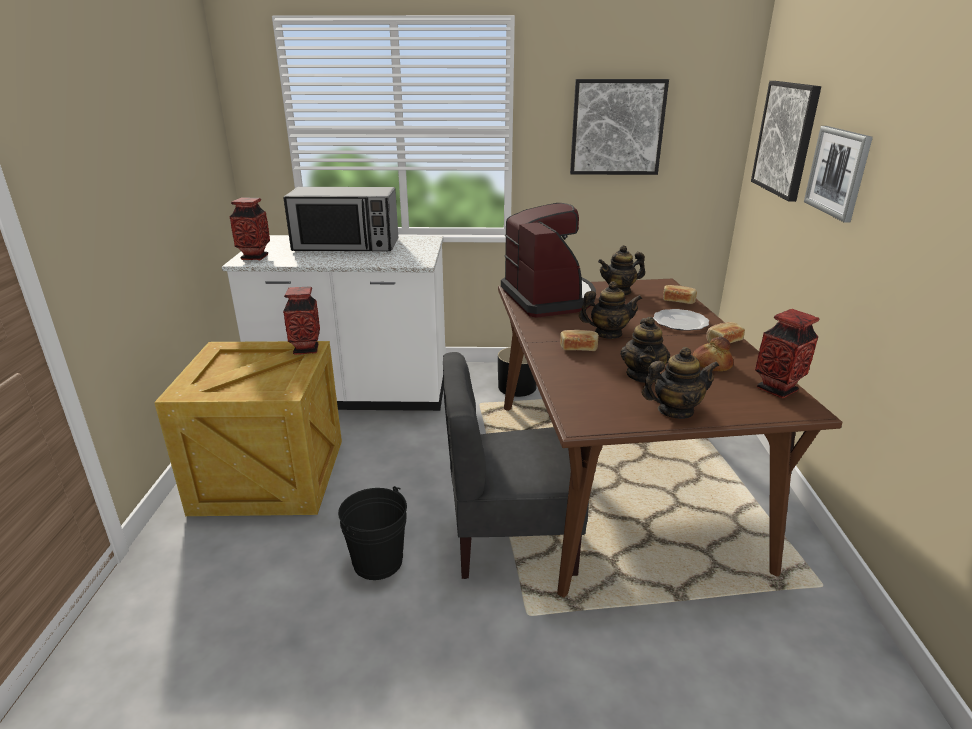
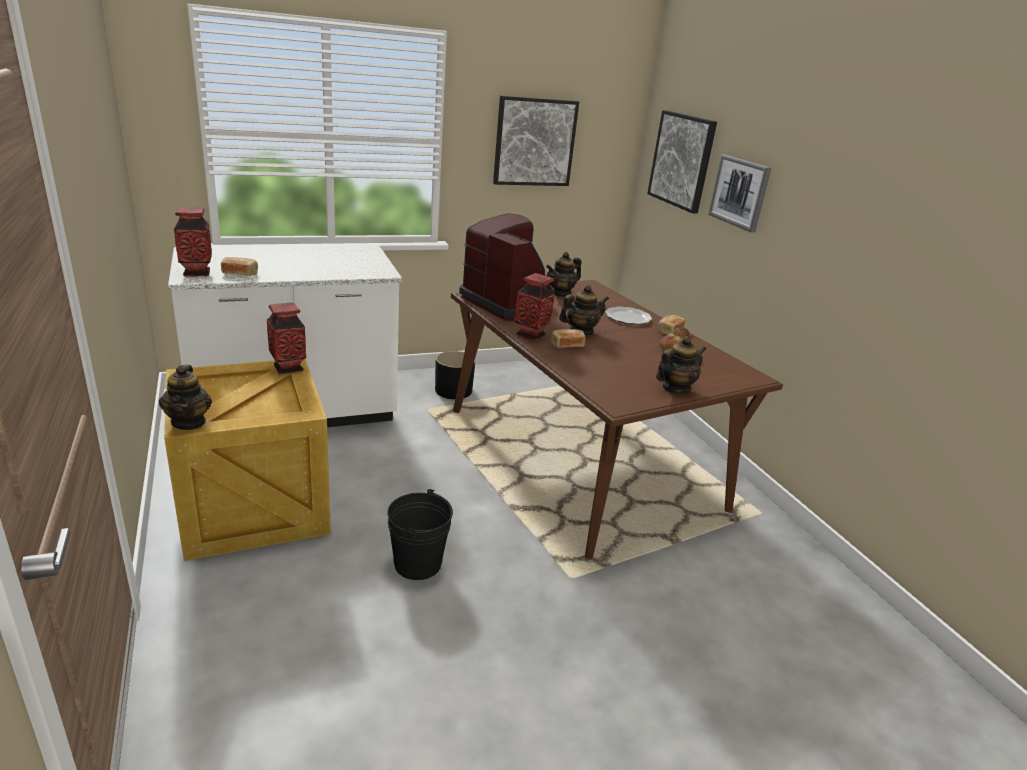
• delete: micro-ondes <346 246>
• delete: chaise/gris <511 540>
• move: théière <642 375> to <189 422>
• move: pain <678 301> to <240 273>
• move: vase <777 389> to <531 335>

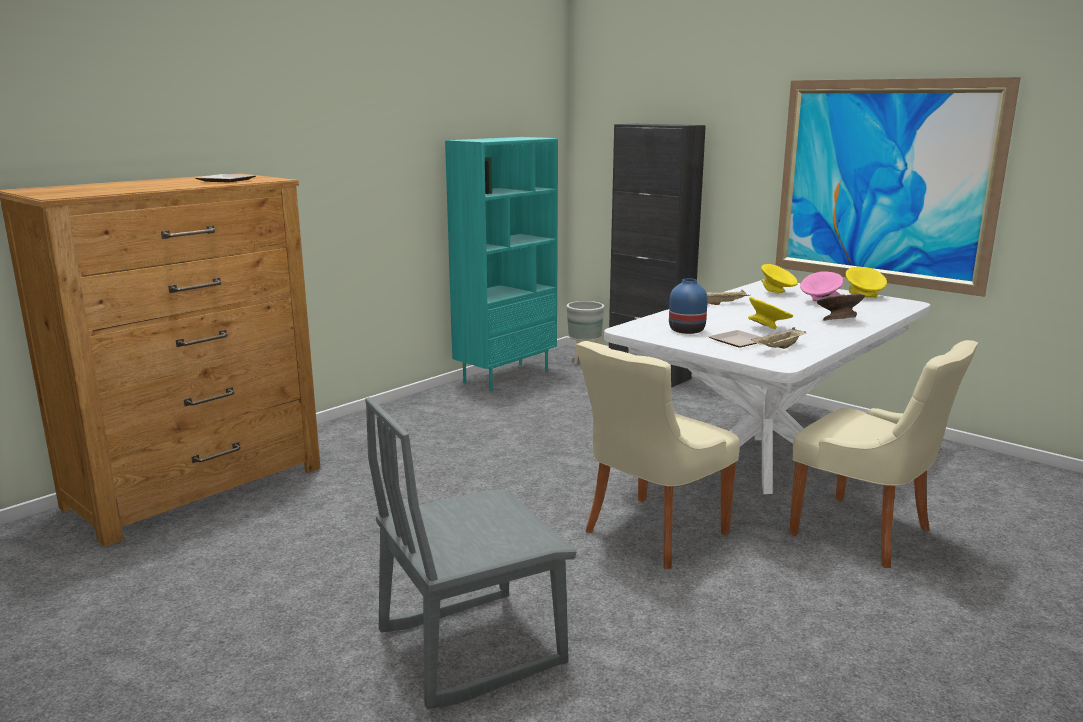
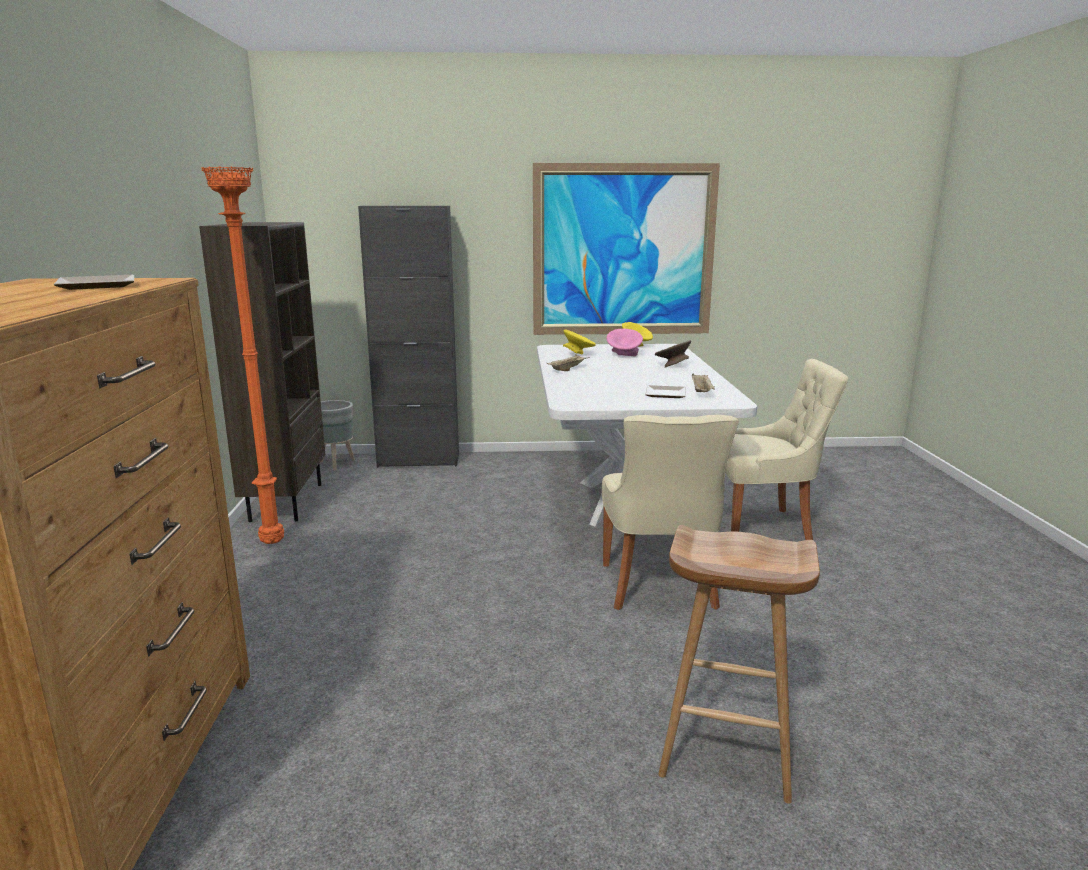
• replace: chaise/gris <470 647> to tabouret/marron <724 754>
• recolor: bibliothèque/turquoise <506 376> to bibliothèque/marron <285 502>
• delete: vase/bleu <685 330>
• delete: bol/jaune <768 328>
• insert: lampadaire/orange <271 543>

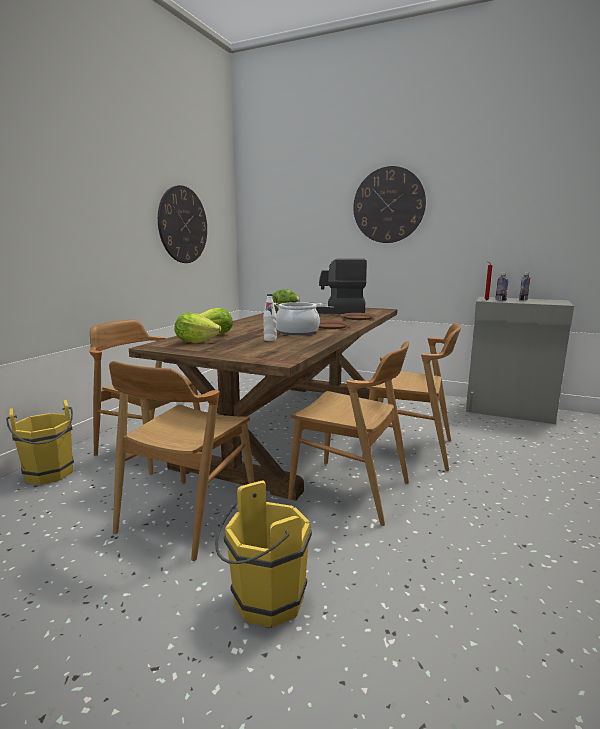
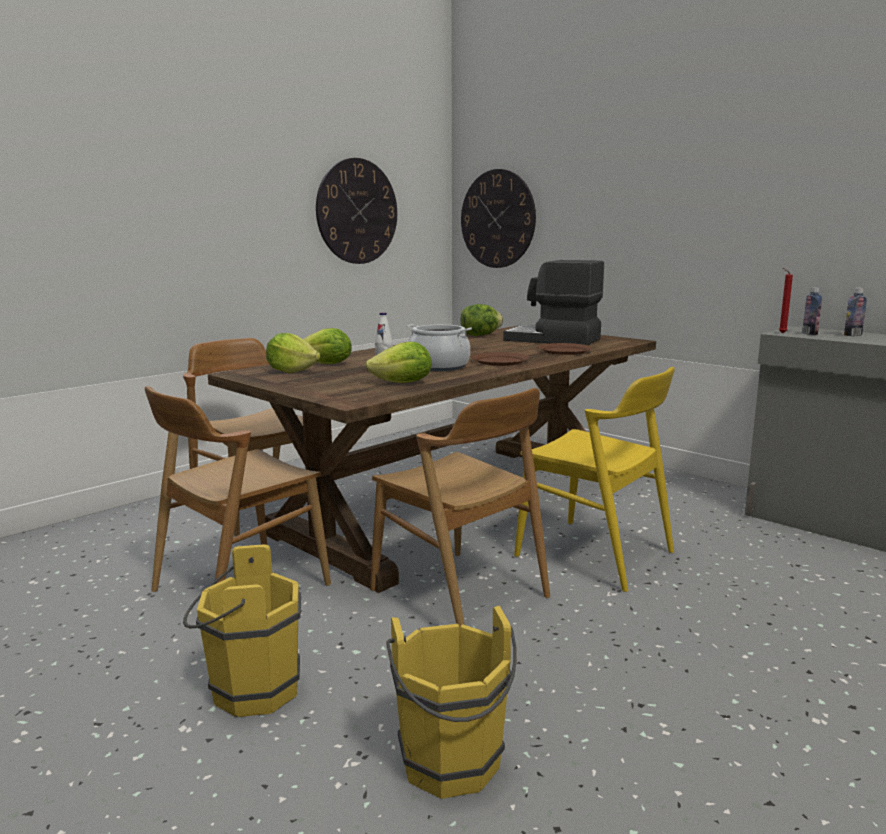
• move: seau/jaune <49 475> to <452 768>
• move: horloge murale <388 205> to <497 219>
• recolor: chaise/marron <408 449> to chaise/jaune <595 554>
• insert: laitue <403 383>

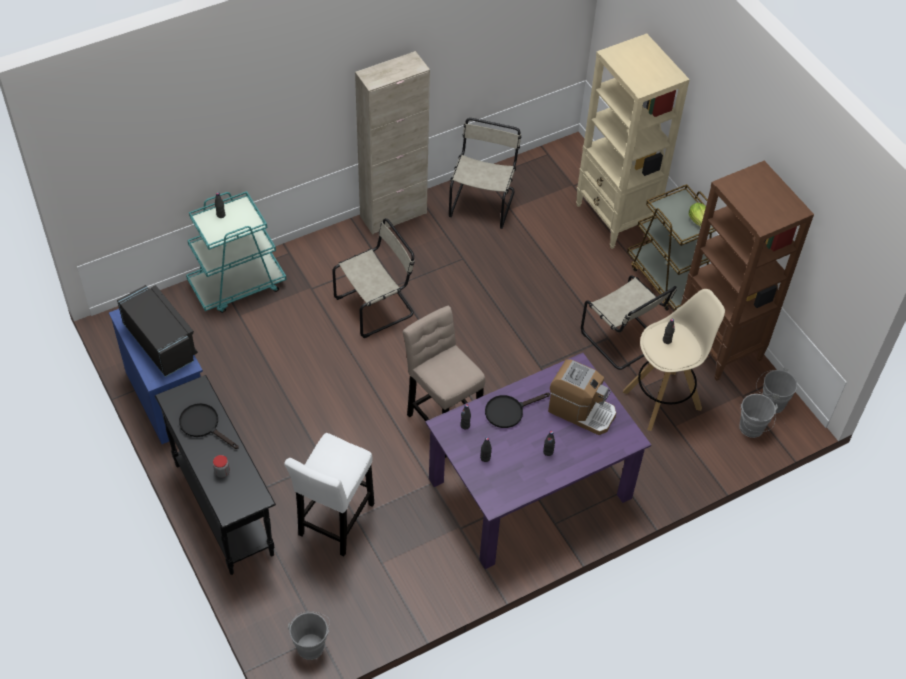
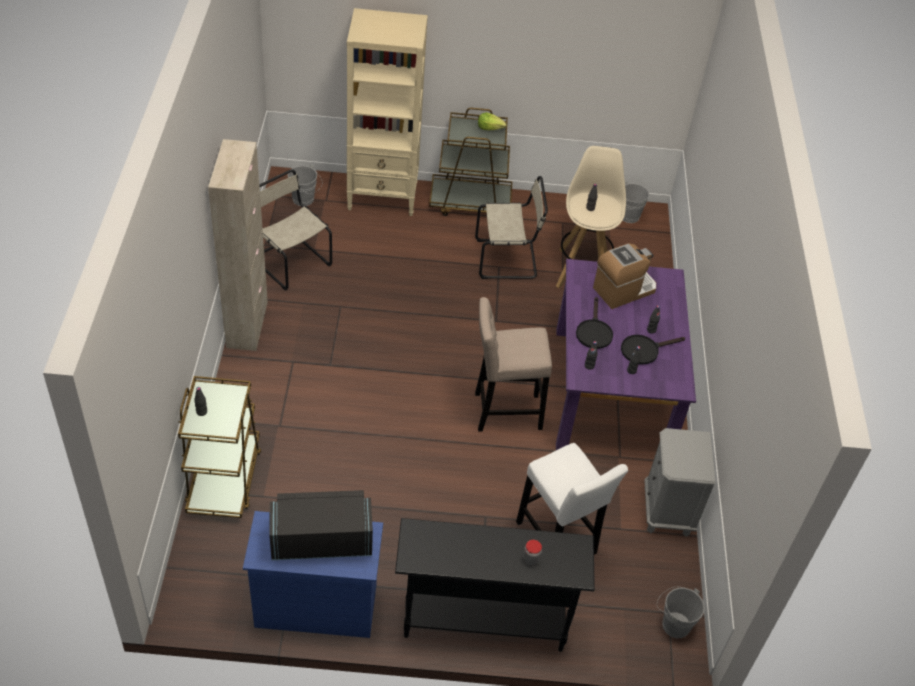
• move: poêle/noir <204 425> to <644 350>
• recolor: chariot/turquoise <238 285> to chariot/marron <224 479>
• delete: chaise/beige <377 306>
• delete: bibliothèque/marron <718 346>
• move: seau/gris <751 430> to <305 200>
• insert: table de chevet/gris <667 511>

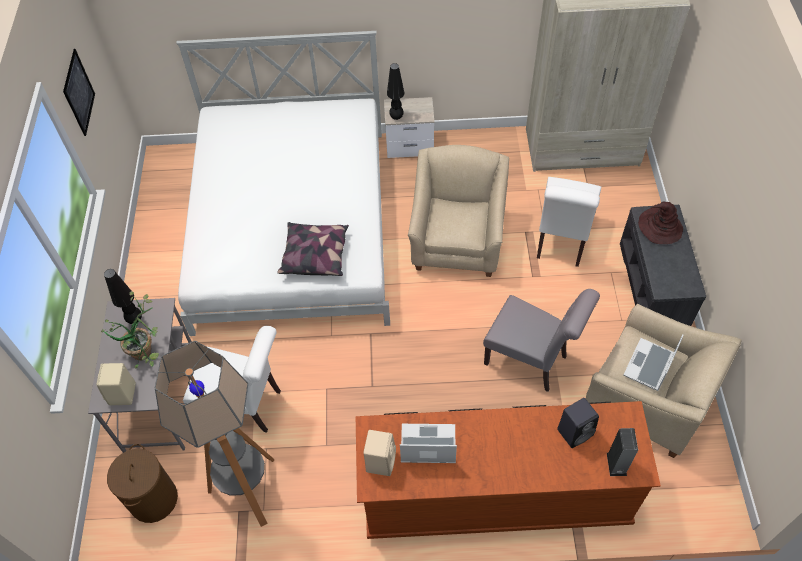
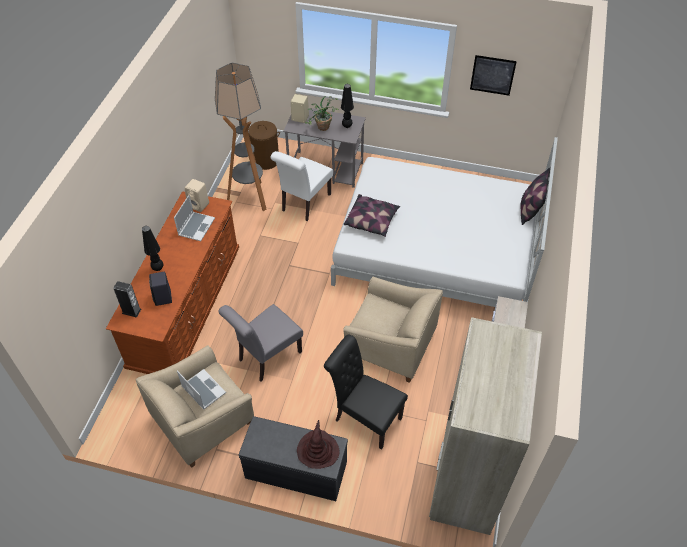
• move: lampe de table/noir <396 117> to <158 268>
• recolor: chaise/blanc <561 241> to chaise/noir <364 417>
• insert: coussin <530 210>

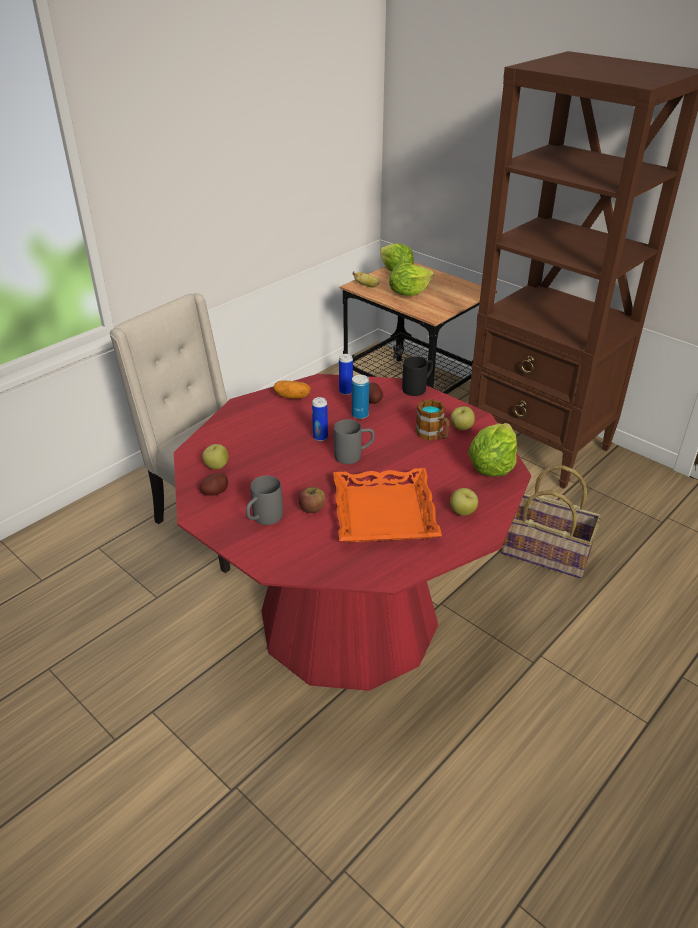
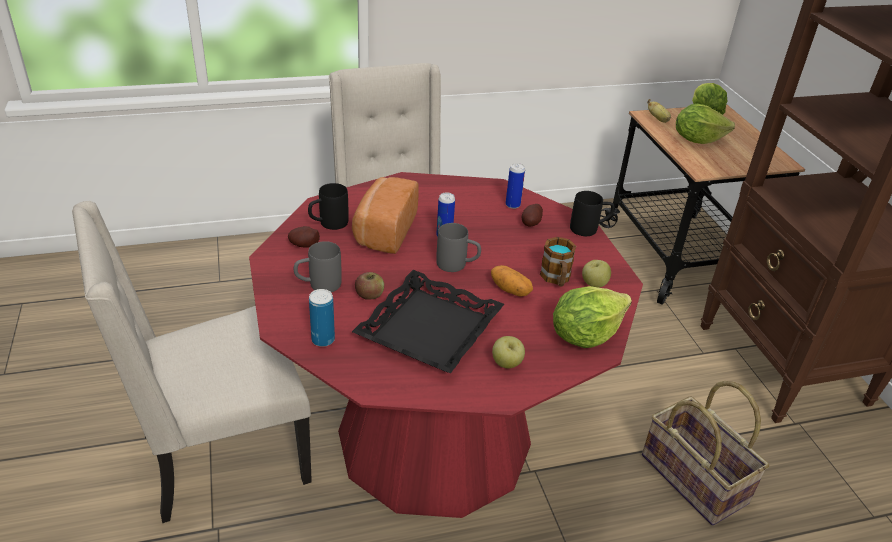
• replace: pomme <216 466> to mug/noir <328 224>
• move: pomme de terre <292 397> to <510 290>
• recolor: plateau/orange <383 513> to plateau/noir <428 328>
• move: boîte métallique <360 415> to <323 340>
• insert: chaise/beige <220 457>
• insert: pain <383 231>

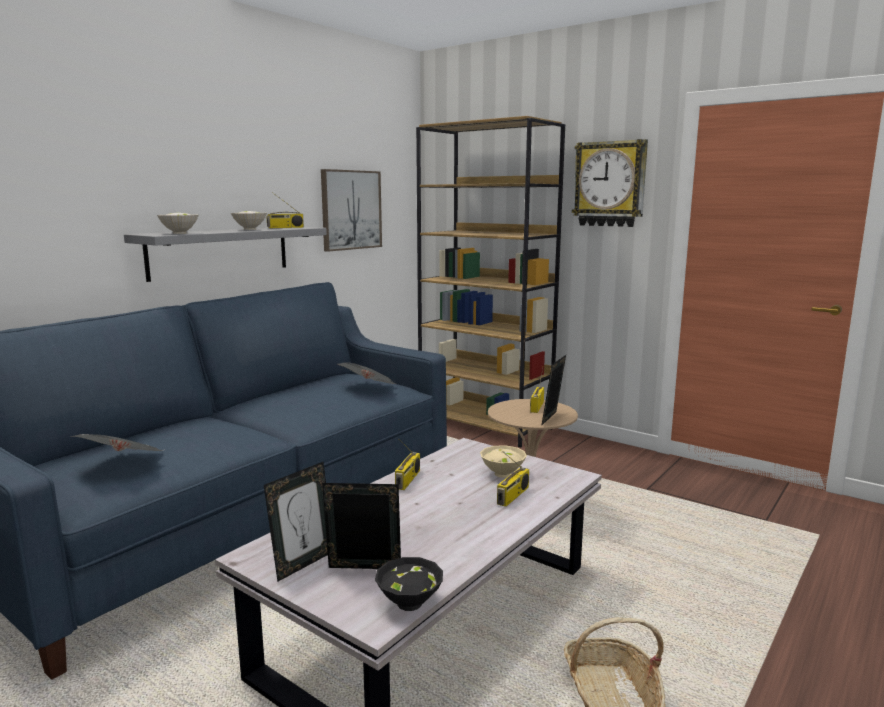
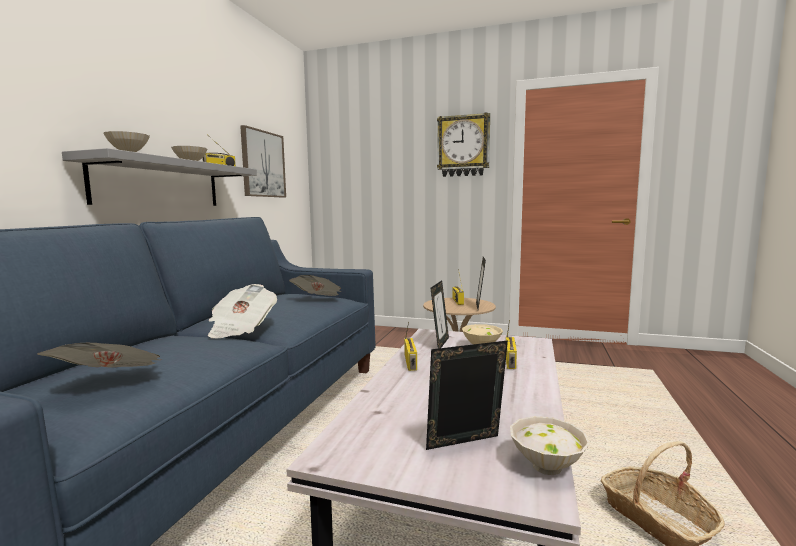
• move: cadre photo <303 563> to <440 344>
• recolor: bol/noir <408 602> to bol/blanc <545 466>
• delete: bibliothèque/marron <485 424>
• insert: journal <241 329>

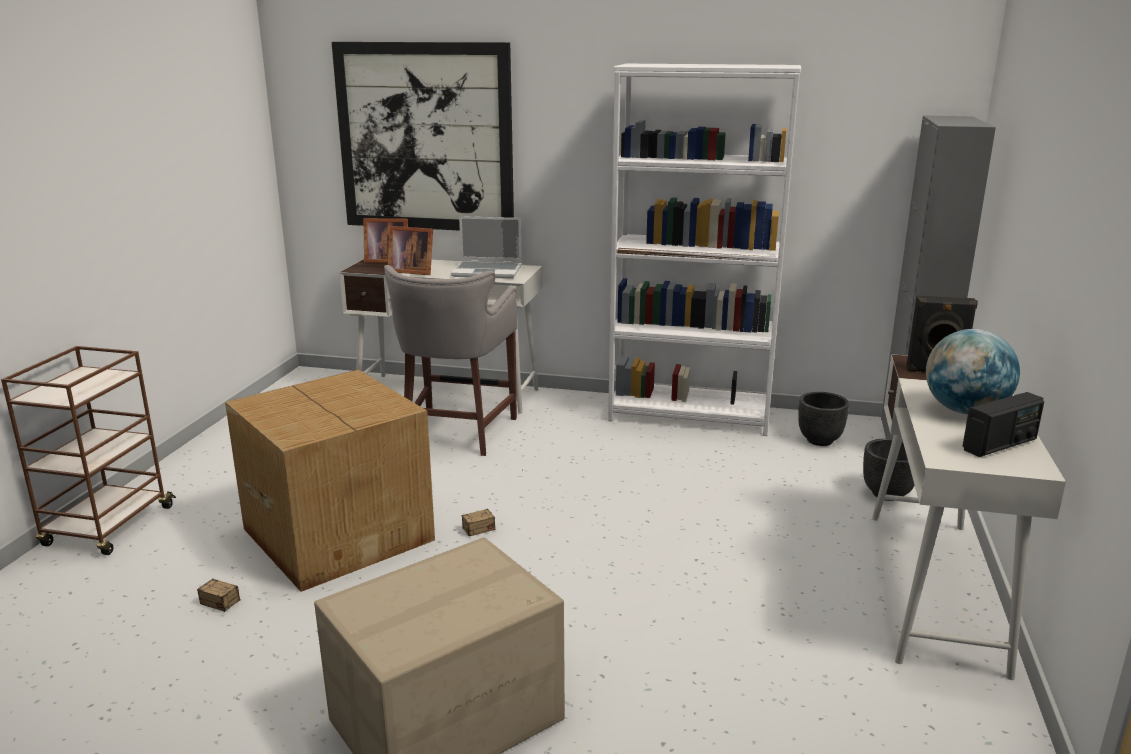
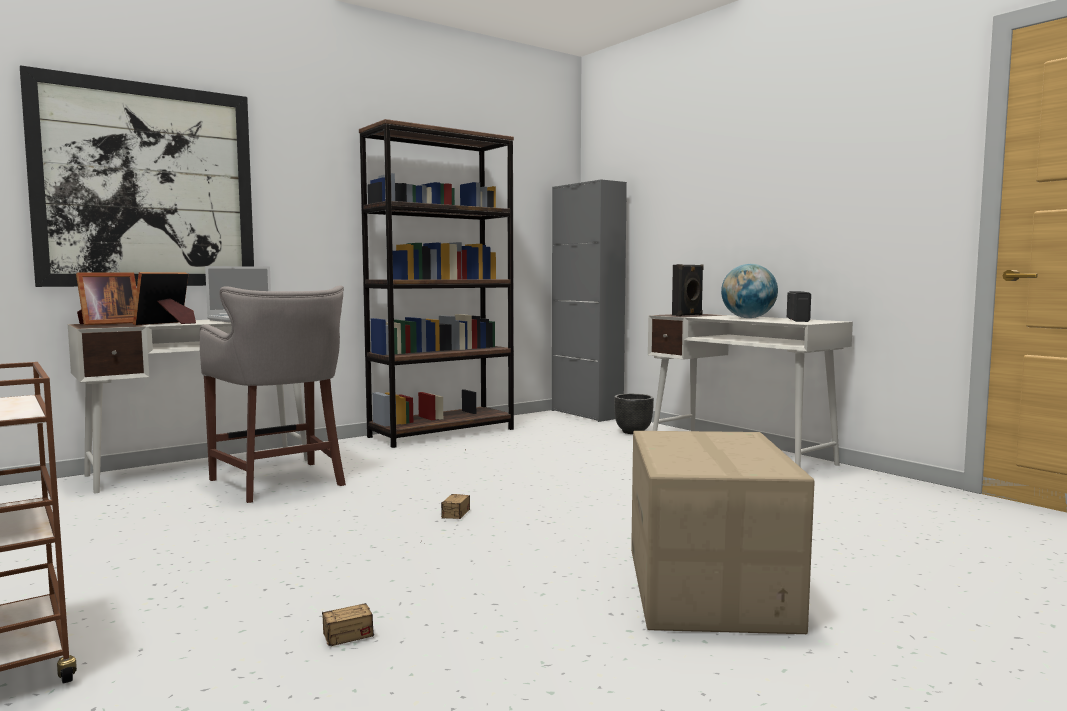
• delete: carton <339 533>
• rotate: cadre photo <411 271> = <167 324> 150 degrees clockwise
• recolor: bibliothèque/blanc <690 415> to bibliothèque/marron <442 433>
• delete: cache-pot/noir <819 441>

